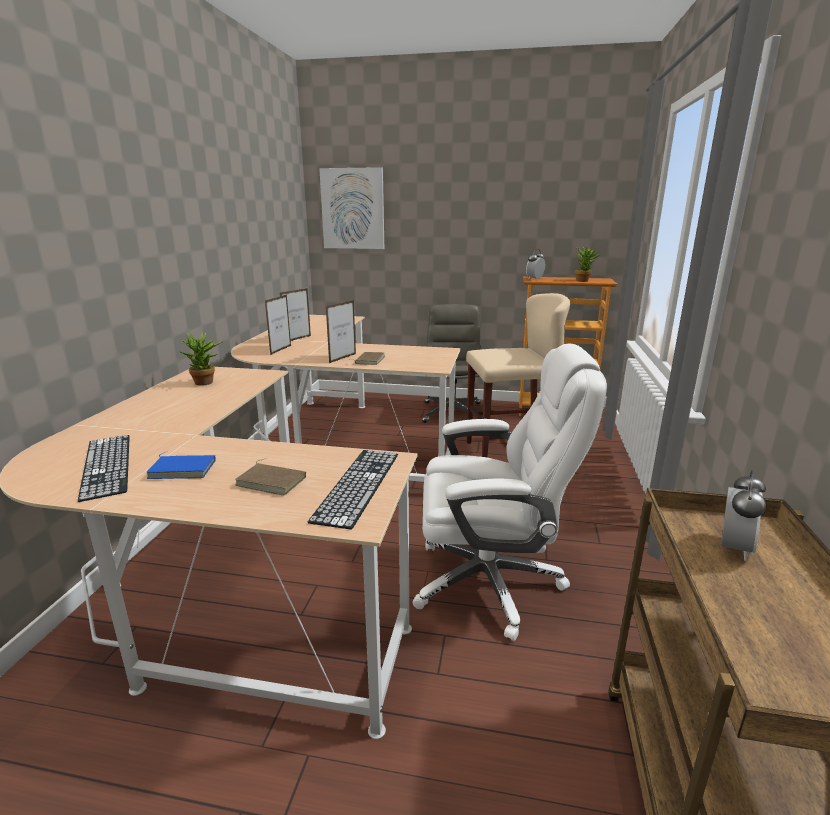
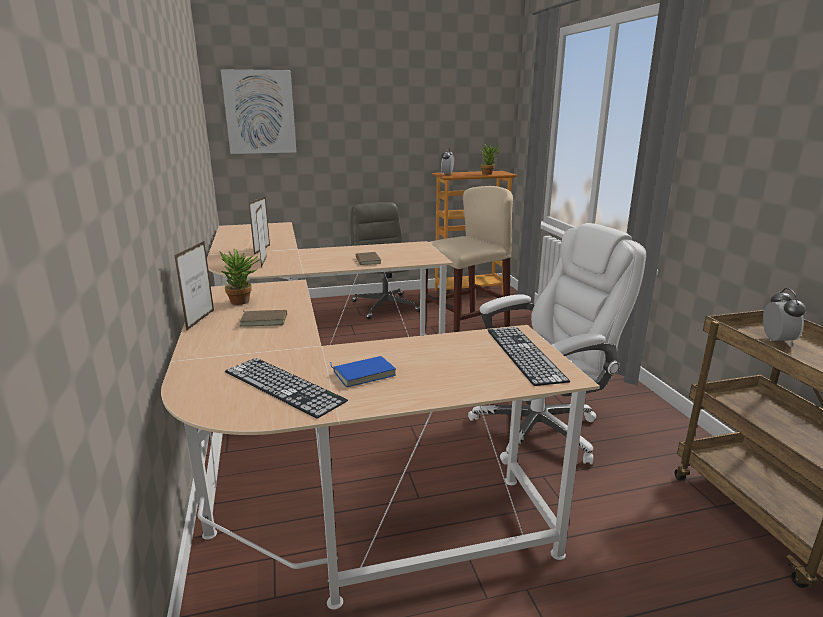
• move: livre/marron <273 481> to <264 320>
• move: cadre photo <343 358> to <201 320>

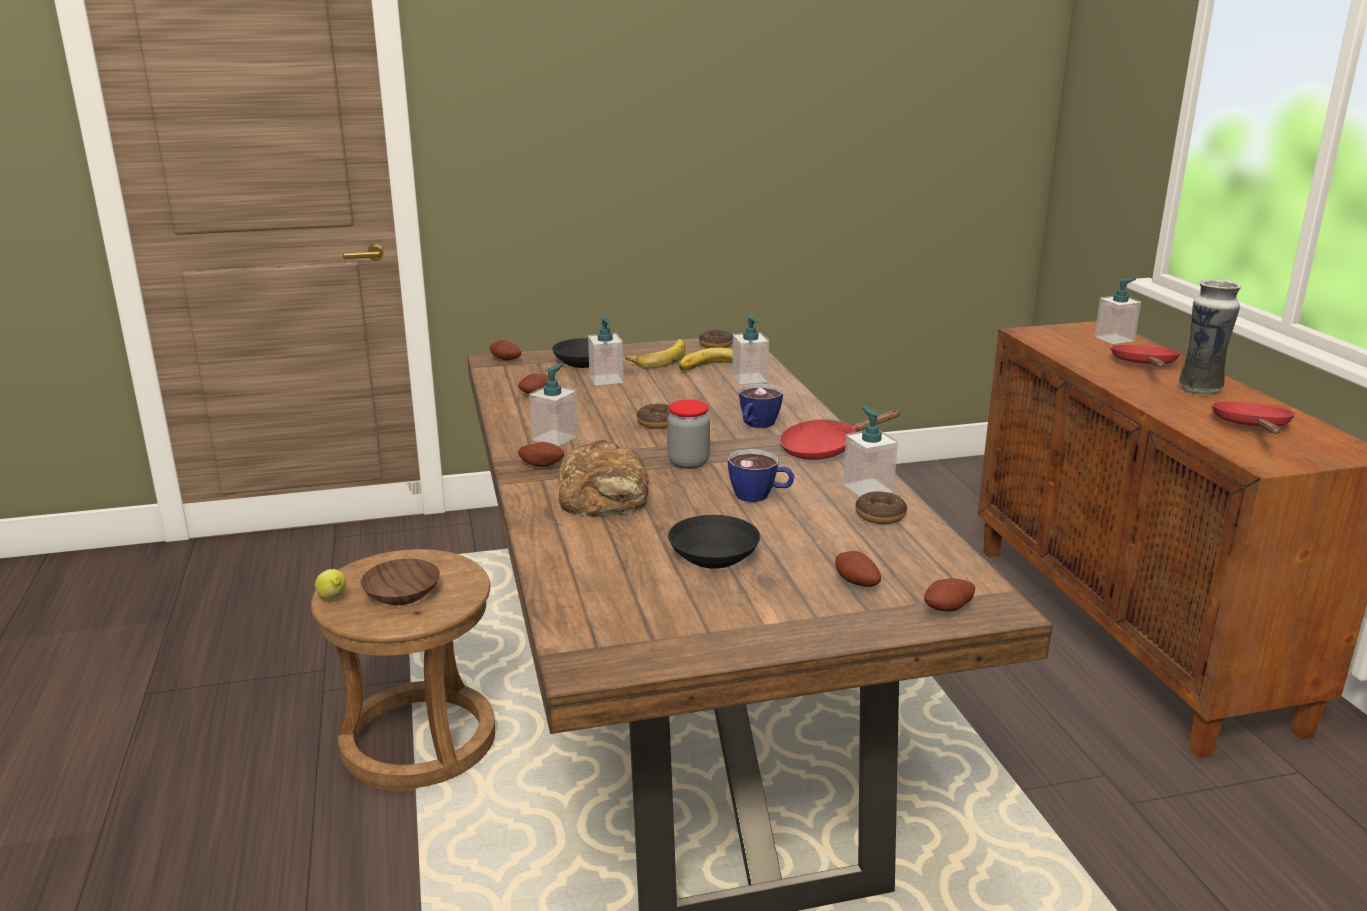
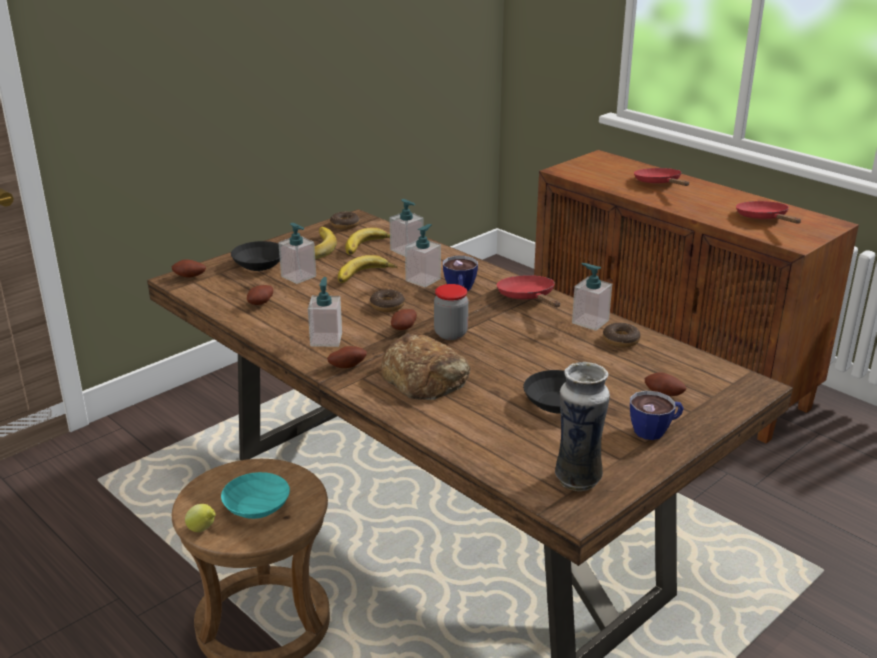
• recolor: bol/marron <401 594> to bol/turquoise <255 506>
• move: tasse <760 495> to <655 430>
• rotate: poêle/rouge <825 449> = <528 298> 120 degrees clockwise
• move: pomme de terre <949 610> to <404 329>
• move: distributeur de savon <1114 339> to <423 280>
• move: vase <1199 390> to <578 479>
• insert: banane <366 276>

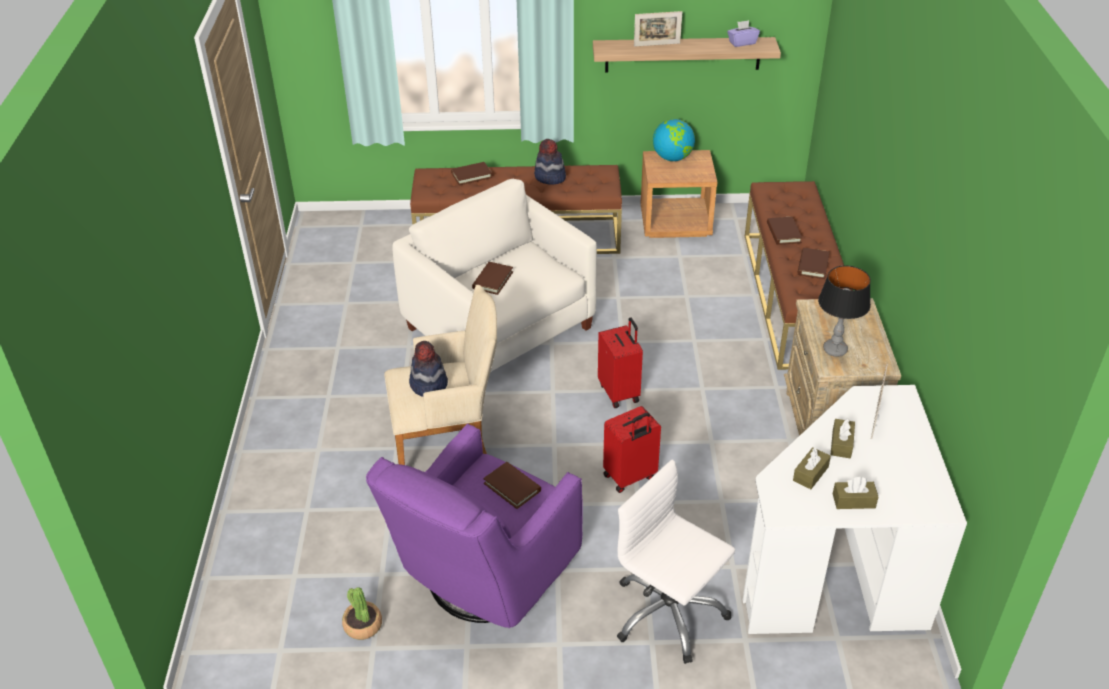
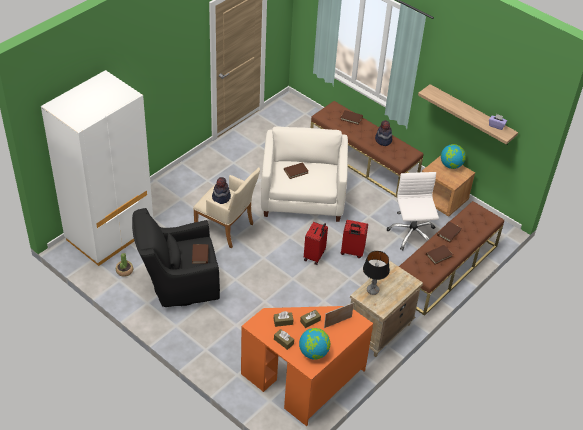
• recolor: fauteuil/violet <482 579> to fauteuil/noir <178 285>
• move: valise/rouge <630 477> to <352 252>
• move: chaise de bureau/blanc <668 614> to <411 234>
• delete: cadre photo <657 44>
• recolor: bureau/blanc <838 568> to bureau/orange <304 380>
• insert: armoire/blanc <110 235>
• insert: globe <314 353>

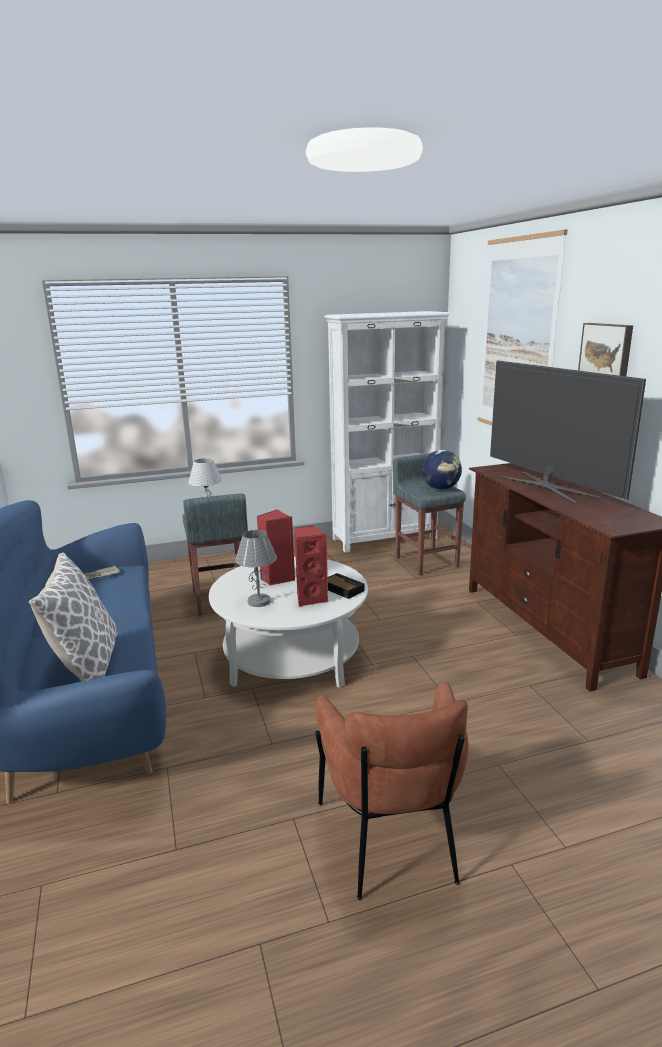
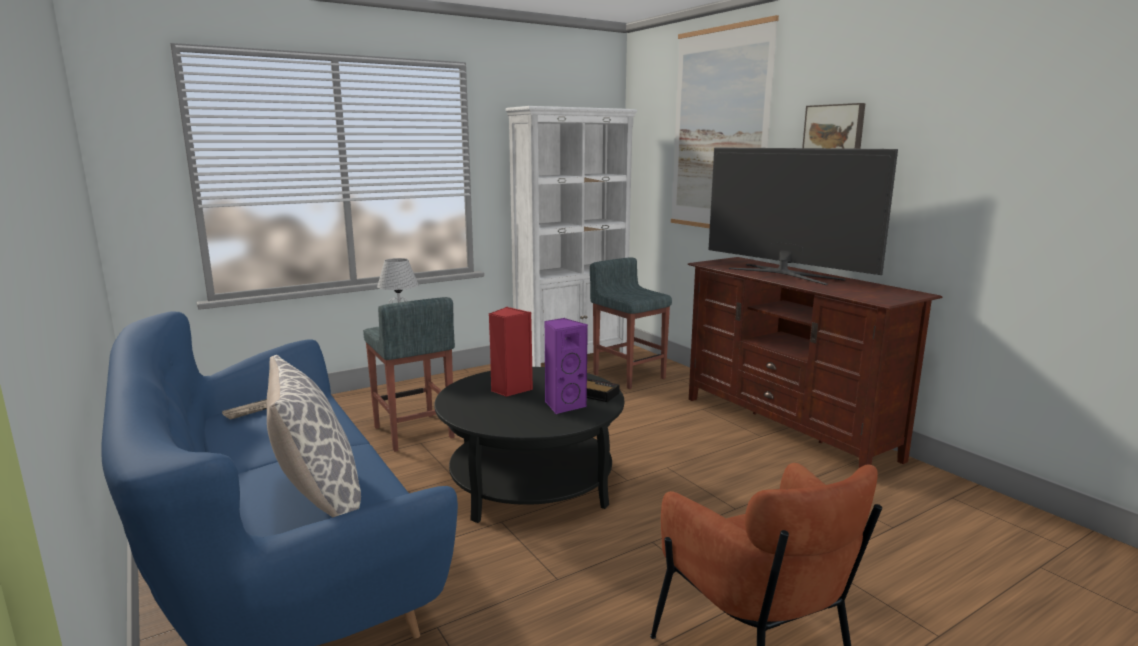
• recolor: table basse/blanc <292 656> to table basse/noir <531 482>
• delete: lampe de table/gris <259 602>
• recolor: enceinte/rouge <310 598> to enceinte/violet <563 405>
• delete: globe <441 488>

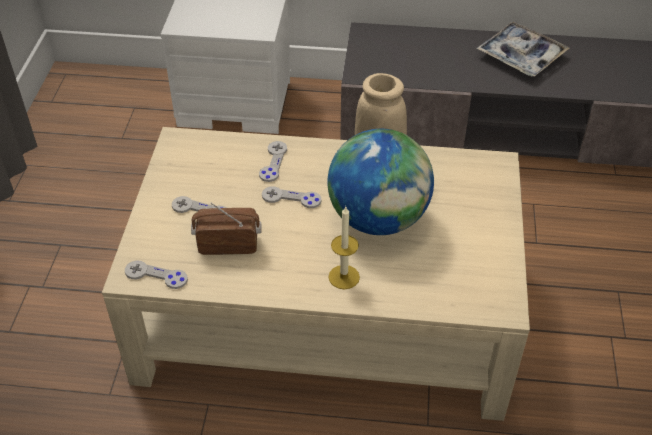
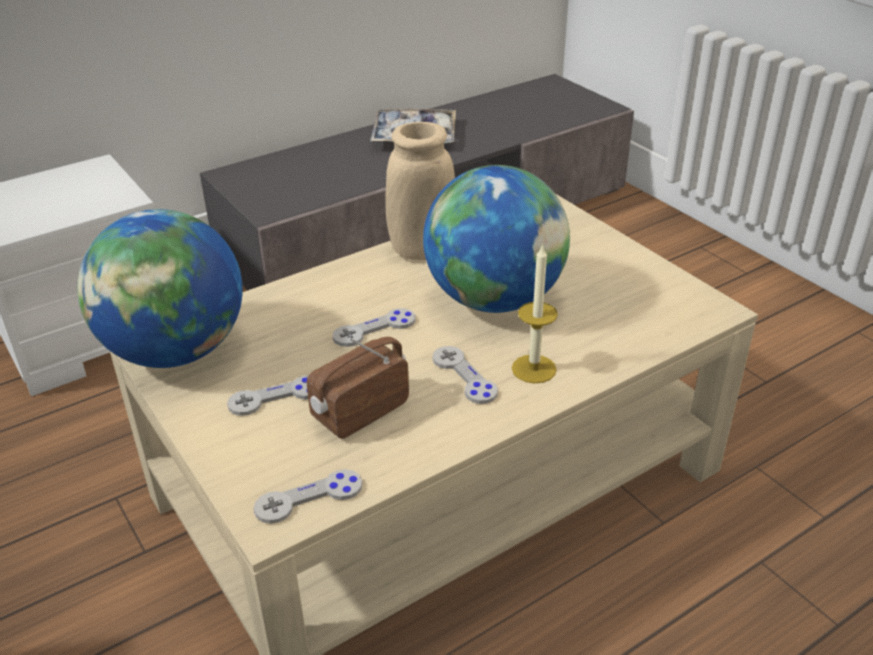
• move: manette/gris <273 162> to <464 376>
• insert: globe <176 352>

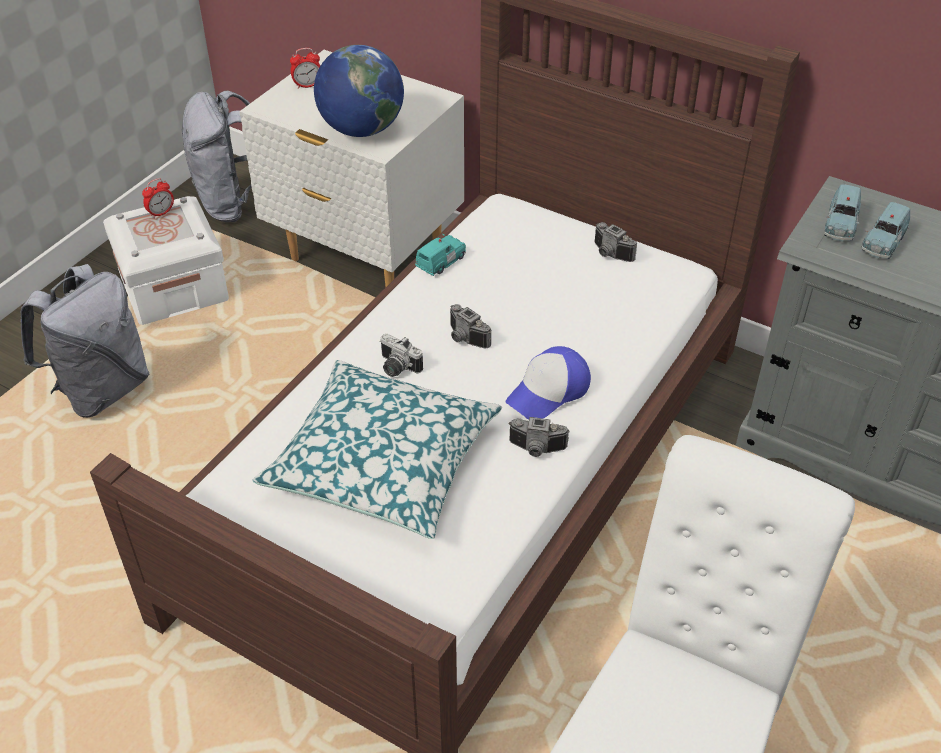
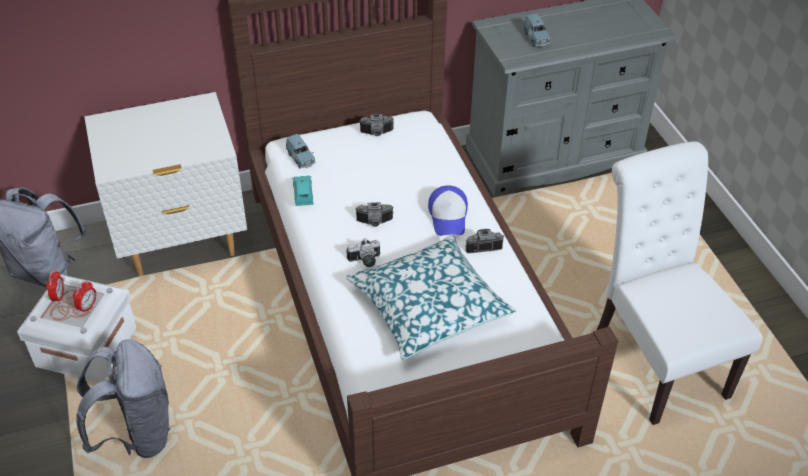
• move: réveil <307 85> to <88 307>
• delete: globe <361 129>
• rotate: appareil photo <536 450> = <482 245> 150 degrees counterclockwise
• move: petite voiture/bleu <840 226> to <301 158>

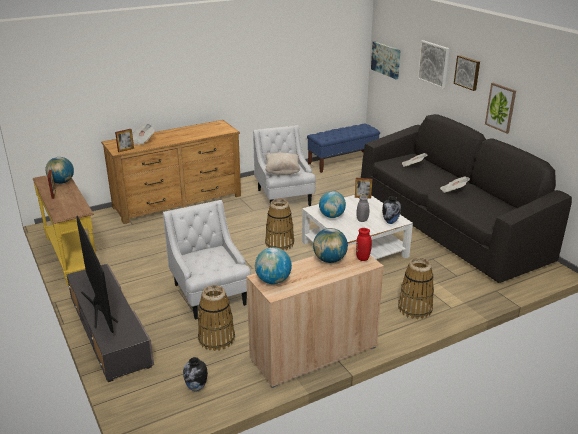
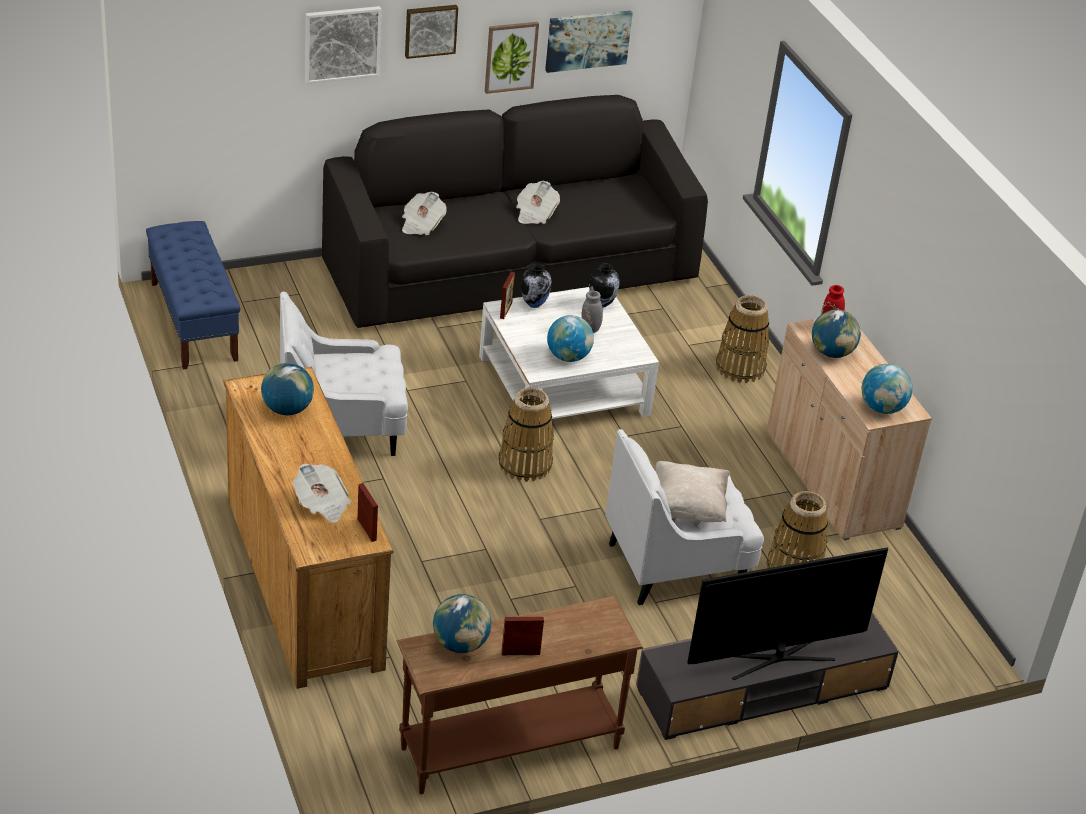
• recolor: table console/jaune <73 257> to table console/marron <509 746>
• move: vase <196 388> to <534 304>
• move: coussin/beige <282 172> to <687 507>
• move: tableau <386 59> to <587 40>
• insert: globe <287 409>

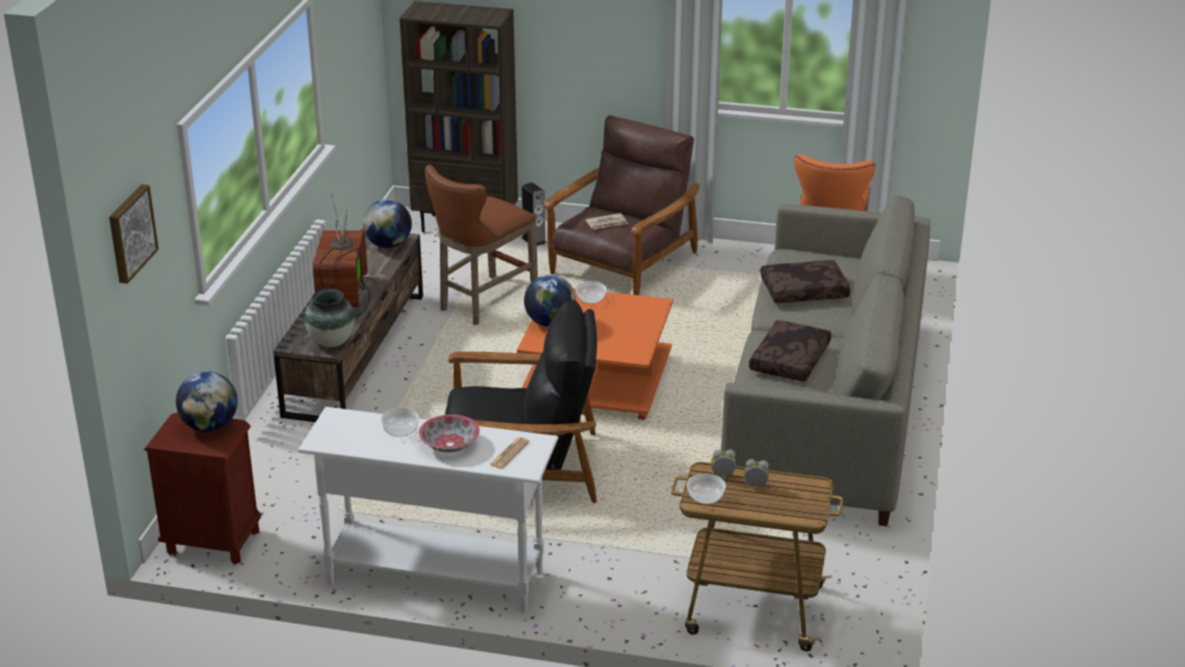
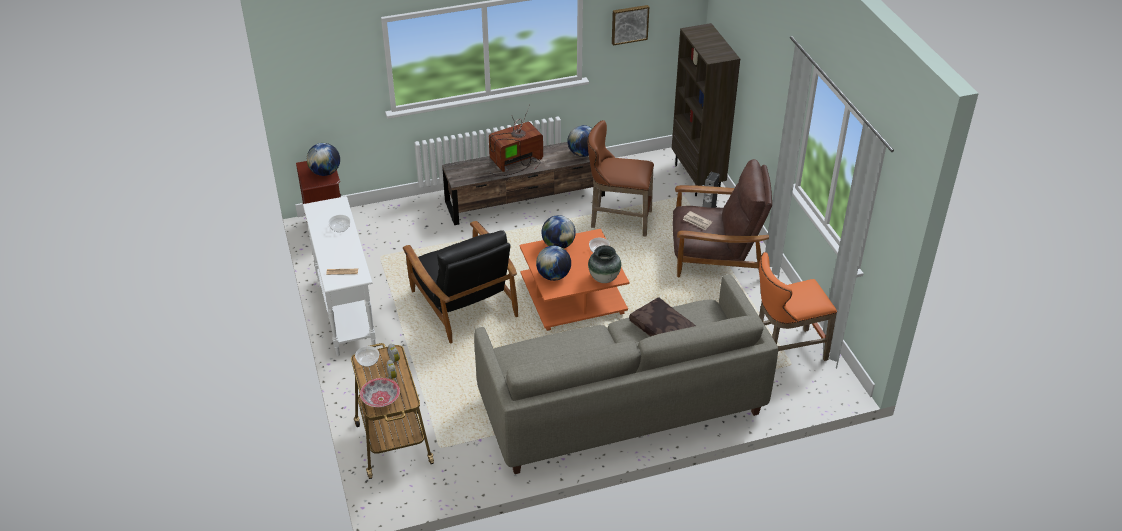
• move: tableau <130 233> to <629 24>
• move: vase <331 342> to <604 278>
• move: bol <449 444> to <380 399>
• delete: coussin/marron <791 361>
• insert: globe <553 276>

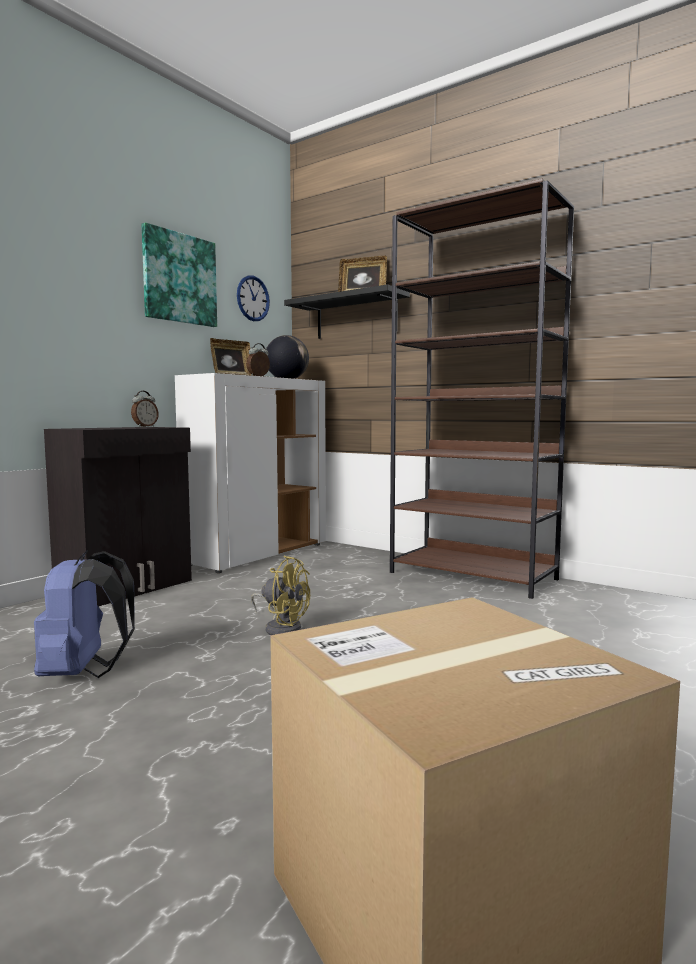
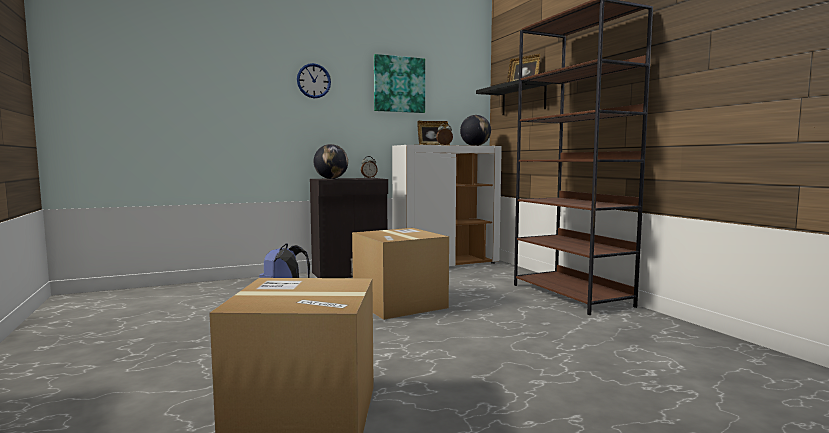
• move: horloge murale <253 298> to <313 81>
• replace: ventilateur/jaune <281 628> to carton <399 304>
• insert: globe <331 178>

